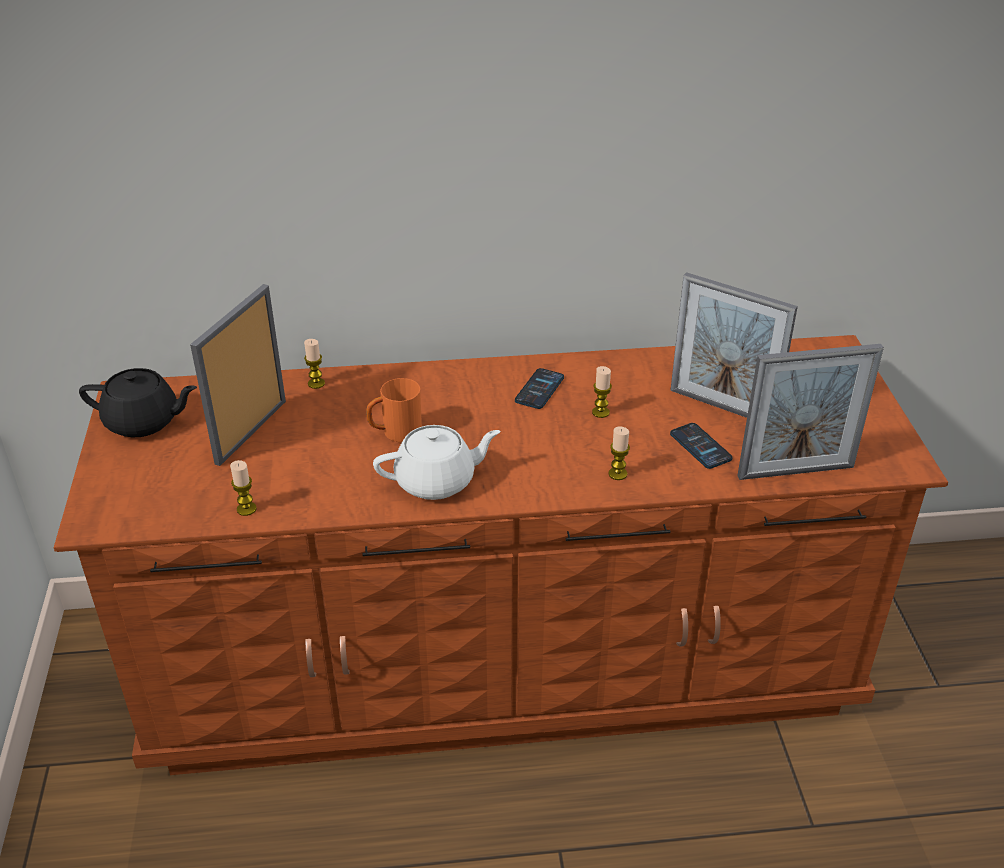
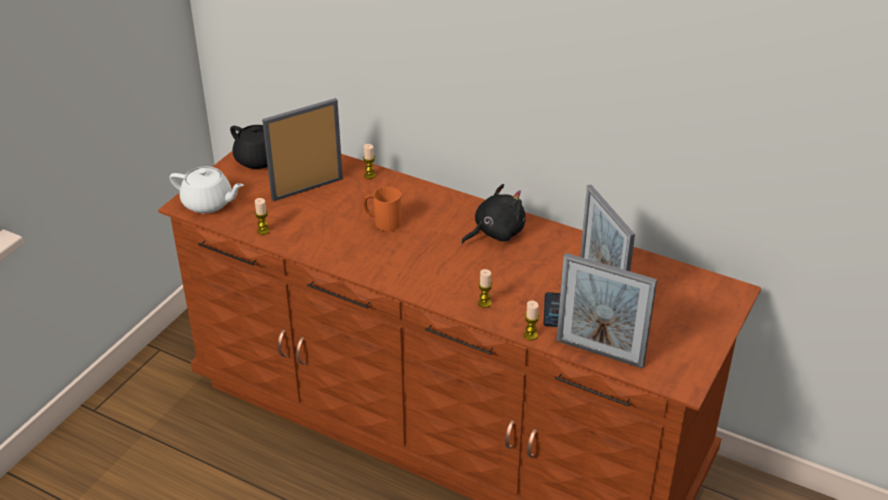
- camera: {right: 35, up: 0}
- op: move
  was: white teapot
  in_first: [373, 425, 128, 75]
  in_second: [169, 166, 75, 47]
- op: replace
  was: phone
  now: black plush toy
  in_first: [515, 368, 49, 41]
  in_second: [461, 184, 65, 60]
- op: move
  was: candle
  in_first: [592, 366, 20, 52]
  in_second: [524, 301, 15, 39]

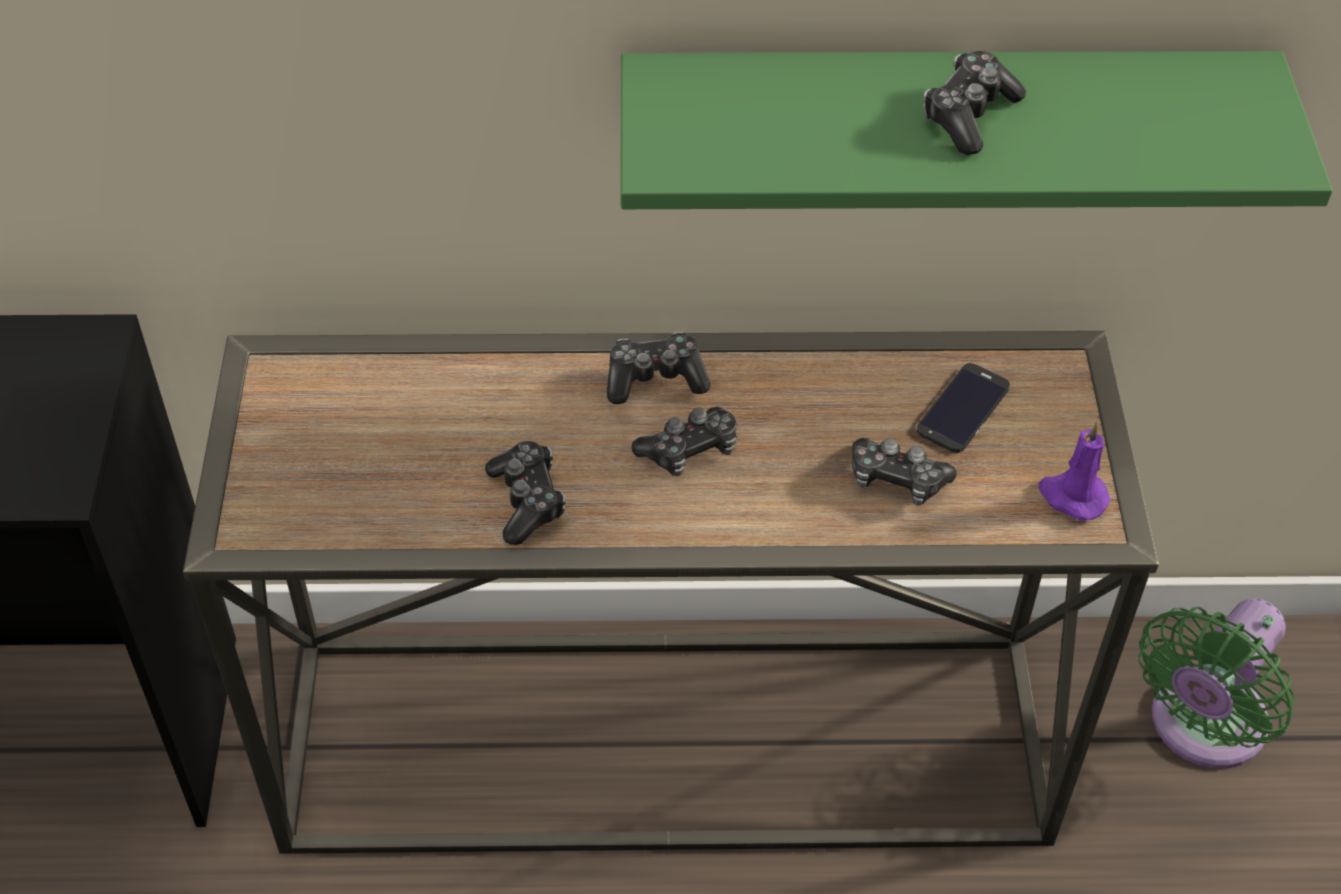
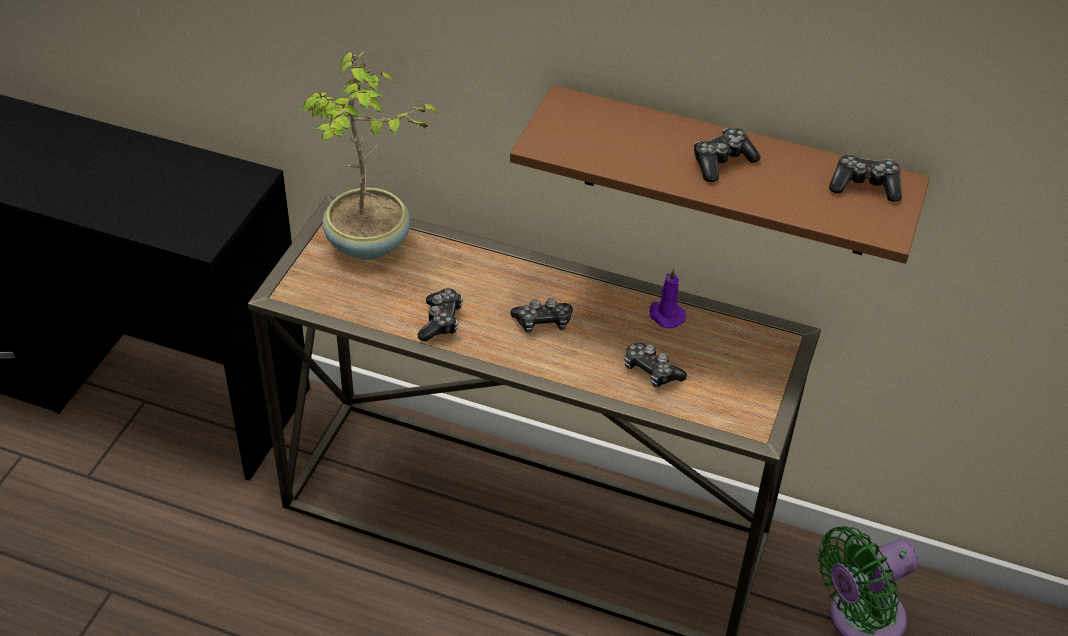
- camera: {right: 20, up: -5}
- op: move
  was: game controller
  in_first: [607, 332, 104, 72]
  in_second: [829, 154, 73, 48]
- op: recolor
  was: green shelf
  now: brown shelf
  in_first: [620, 51, 713, 158]
  in_second: [510, 85, 420, 179]
- op: delete
  was: phone
  in_first: [917, 363, 93, 90]
- op: move
  was: purple candle
  in_first: [1039, 422, 71, 99]
  in_second: [649, 267, 37, 61]
- op: insert
  now: potted plant
  in_second: [301, 52, 138, 208]

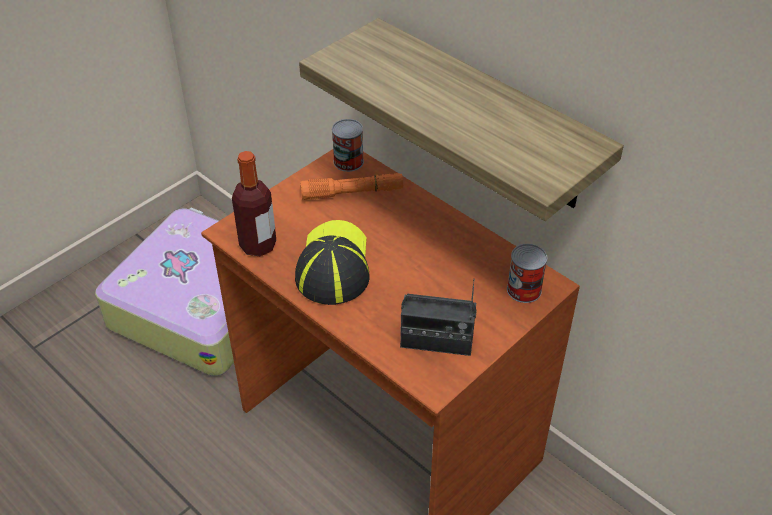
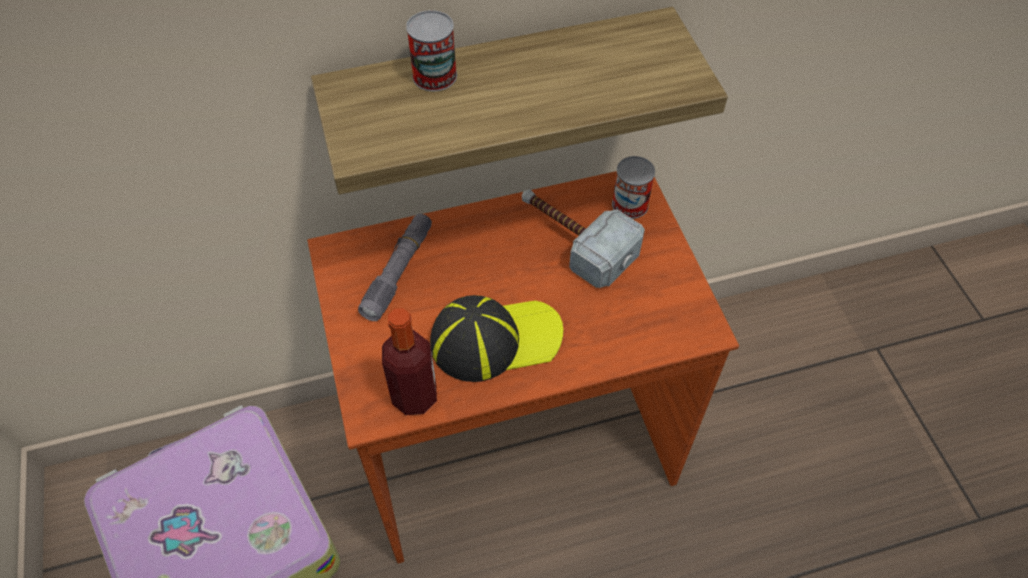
- camera: {right: -60, up: 10}
- op: rotate
  was: cap
  in_first: [295, 220, 75, 85]
  in_second: [430, 295, 134, 87]
  clockwise: 135
- op: recolor
  was: orange flashlight
  now: grey flashlight
  in_first: [300, 173, 103, 27]
  in_second: [358, 214, 74, 107]
- op: move
  was: can
  in_first: [332, 119, 32, 53]
  in_second: [406, 10, 51, 81]
- op: delete
  was: radio
  in_first: [400, 279, 77, 77]
- op: insert
  now: hammer
  in_second: [522, 190, 123, 98]

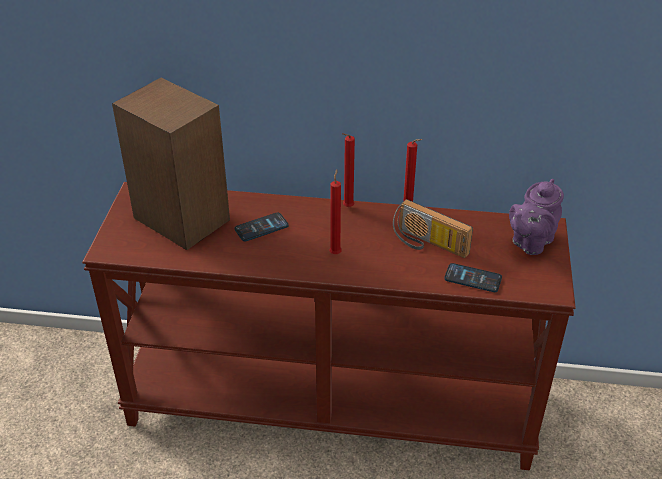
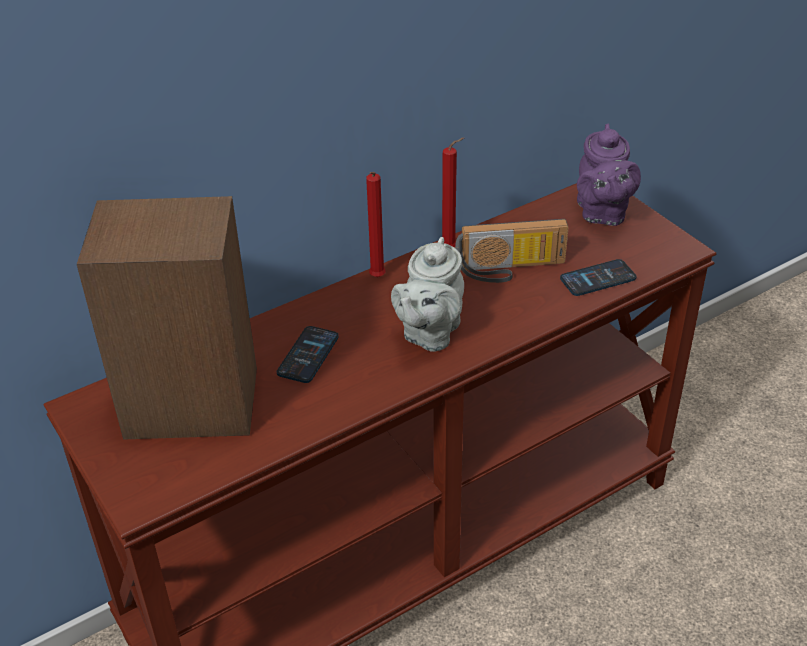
- camera: {right: -40, up: 0}
- op: replace
  was: red candle
  now: grey teapot
  in_first: [329, 169, 13, 85]
  in_second: [391, 237, 73, 115]

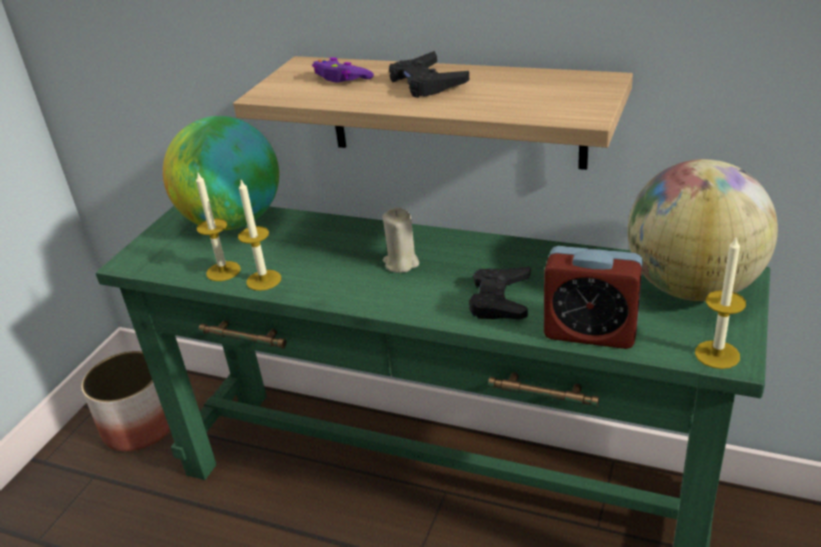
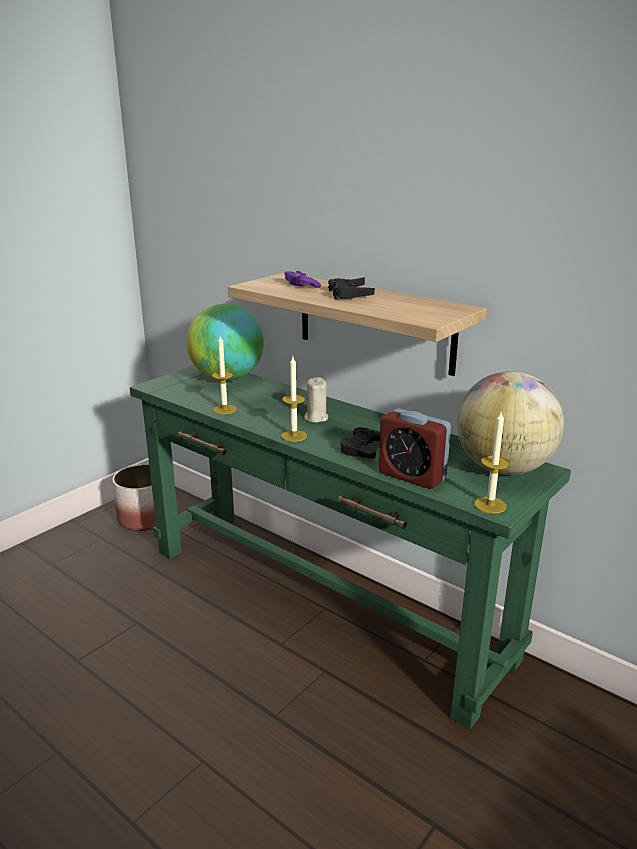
- camera: {right: 15, up: -10}
- op: move
  was: candle
  in_first: [196, 171, 45, 110]
  in_second: [281, 357, 26, 85]

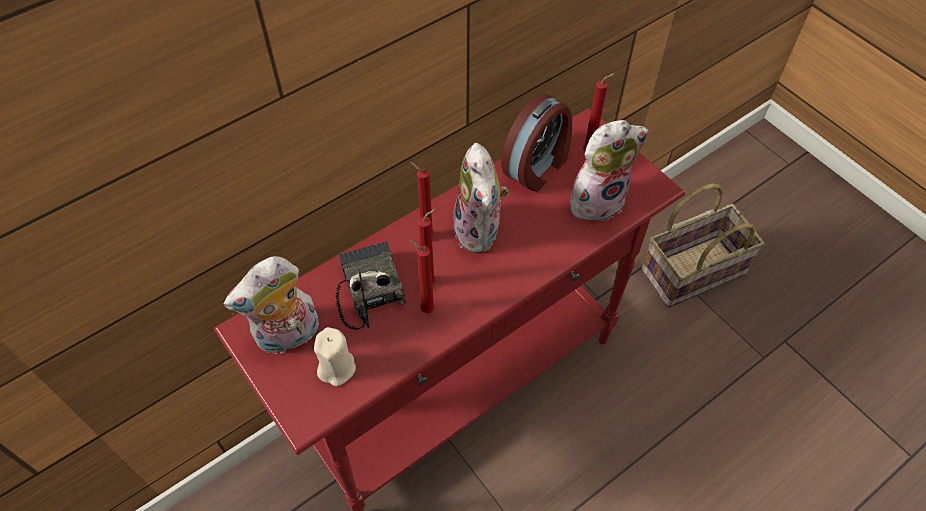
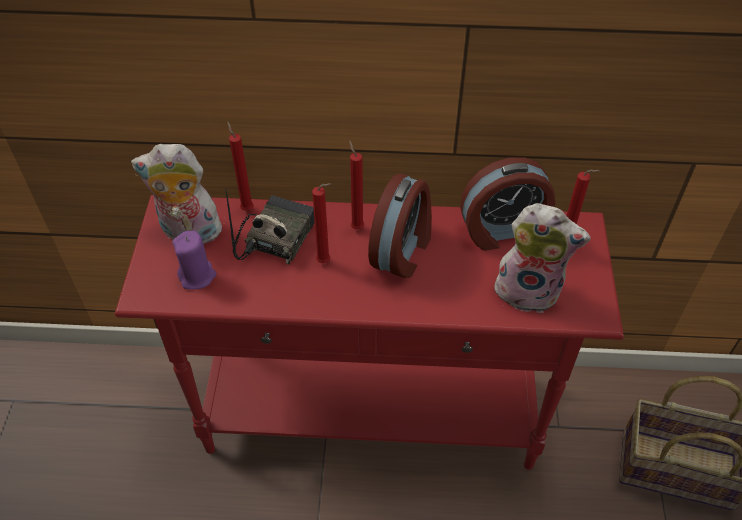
- camera: {right: 40, up: -5}
- op: recolor
  was: beige candle
  now: purple candle
  in_first: [314, 327, 42, 59]
  in_second: [173, 231, 43, 59]
- op: move
  was: red candle
  in_first: [410, 240, 25, 73]
  in_second: [227, 122, 27, 89]
- op: replace
  was: plush toy
  now: alarm clock
  in_first: [451, 143, 58, 110]
  in_second: [368, 173, 64, 105]

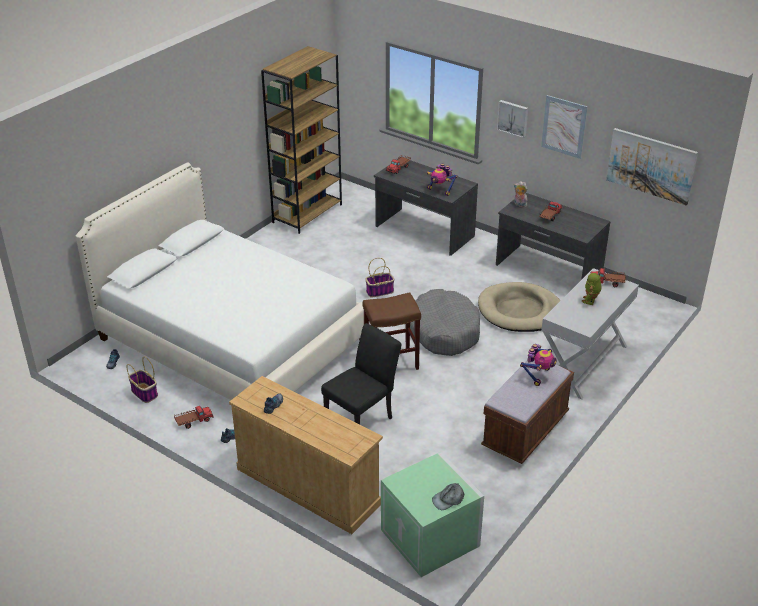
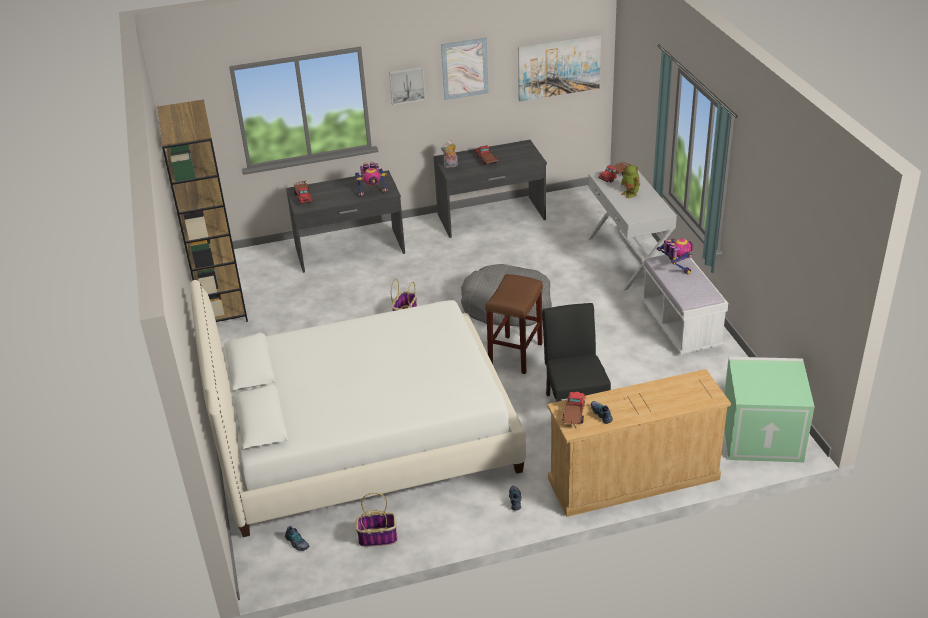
- camera: {right: -50, up: 0}
- op: move
  was: toy truck
  in_first: [174, 406, 40, 23]
  in_second: [562, 392, 23, 32]
- op: delete
  was: grey cap
  in_first: [432, 483, 32, 27]
- op: delete
  was: beige dog bed
  in_first: [478, 282, 82, 50]
- op: recolor
  was: brown bench
  now: white bench
  in_first: [481, 360, 93, 104]
  in_second: [641, 255, 87, 99]

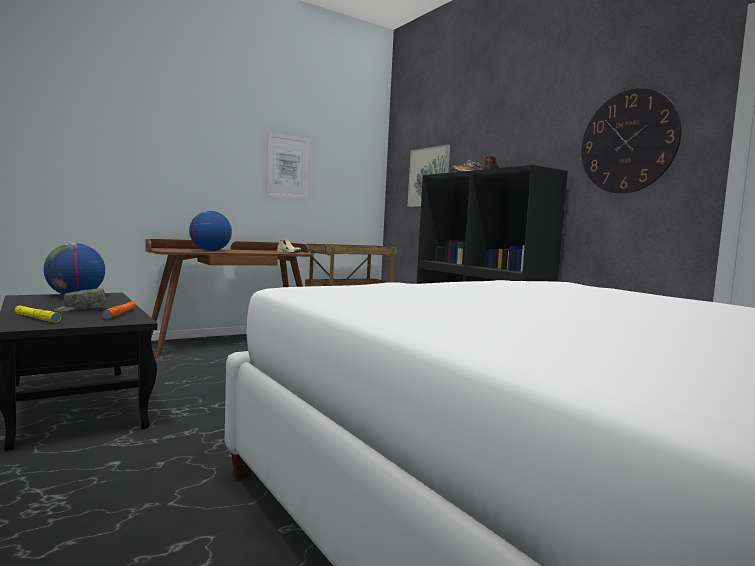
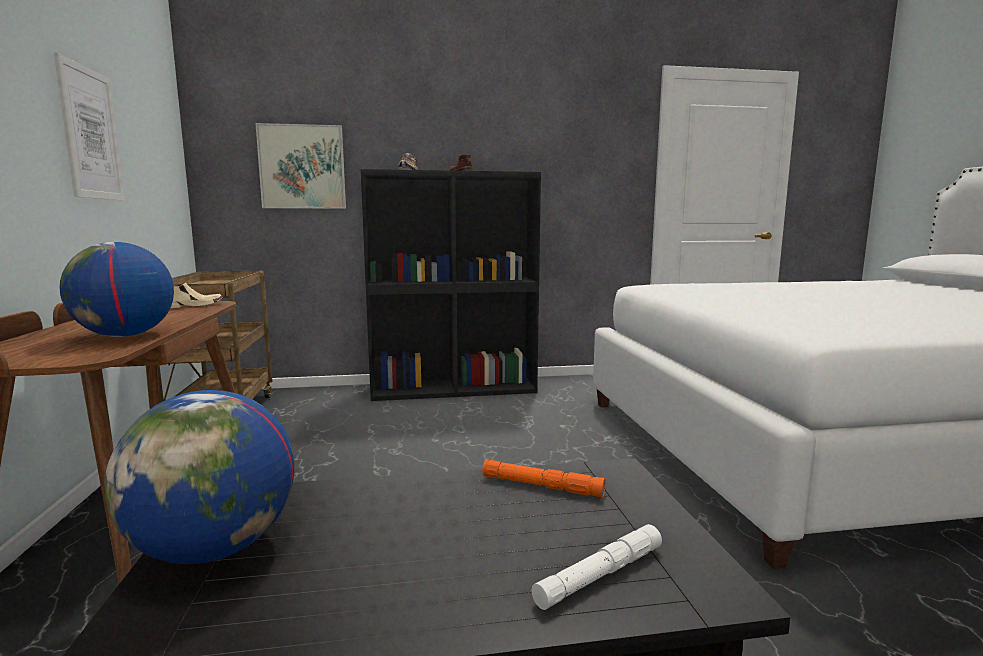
- camera: {right: -65, up: 5}
- op: recolor
  was: yellow flashlight
  now: white flashlight
  in_first: [15, 306, 46, 17]
  in_second: [532, 524, 130, 86]
- op: delete
  was: grey cap
  in_first: [54, 289, 52, 23]
- op: delete
  was: wall clock
  in_first: [582, 88, 100, 106]

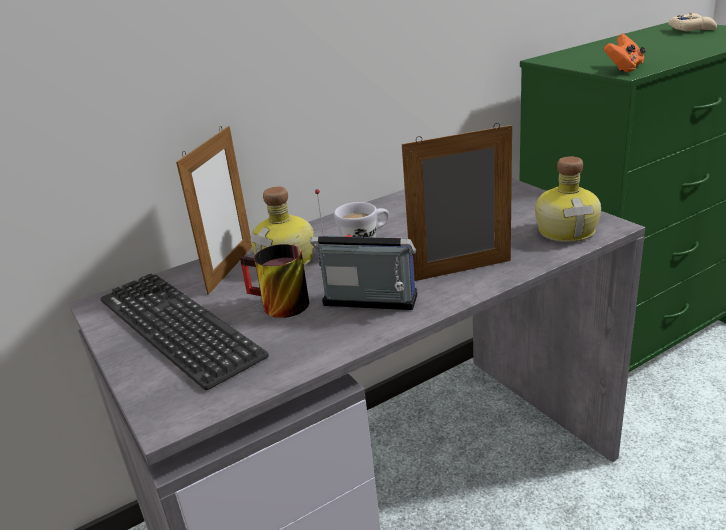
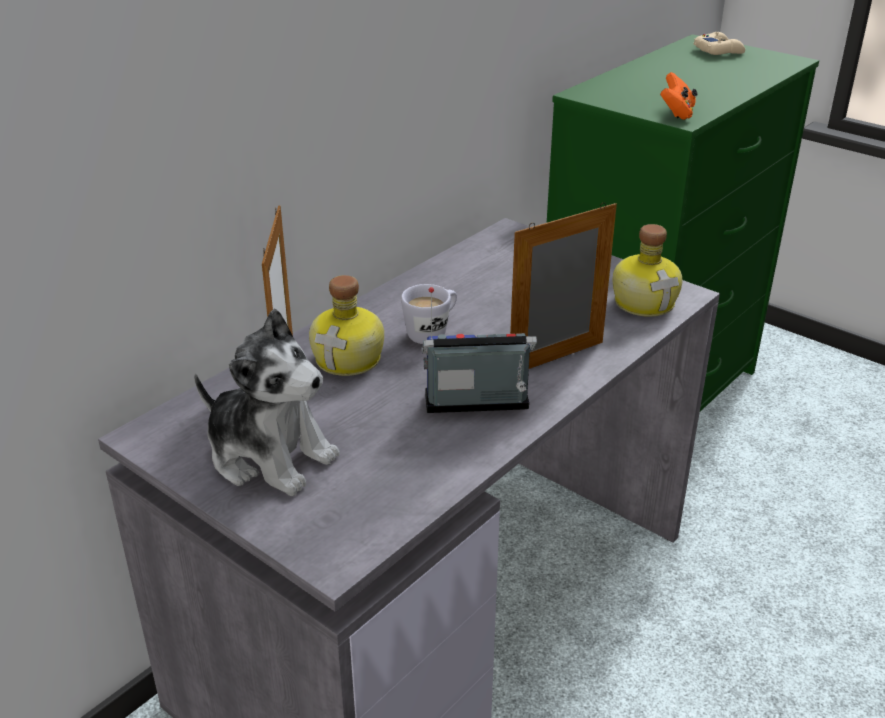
- camera: {right: -20, up: 5}
- op: replace
  was: keyboard
  now: plush toy
  in_first: [101, 274, 168, 116]
  in_second: [194, 308, 146, 188]
- op: delete
  was: mug
  in_first: [240, 244, 69, 74]

